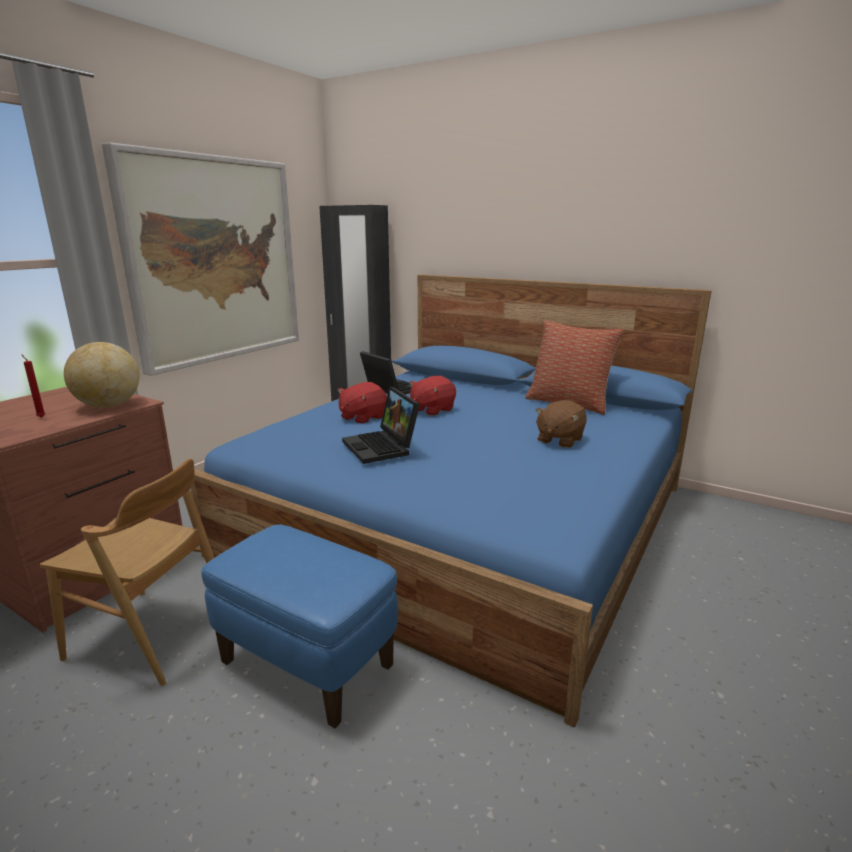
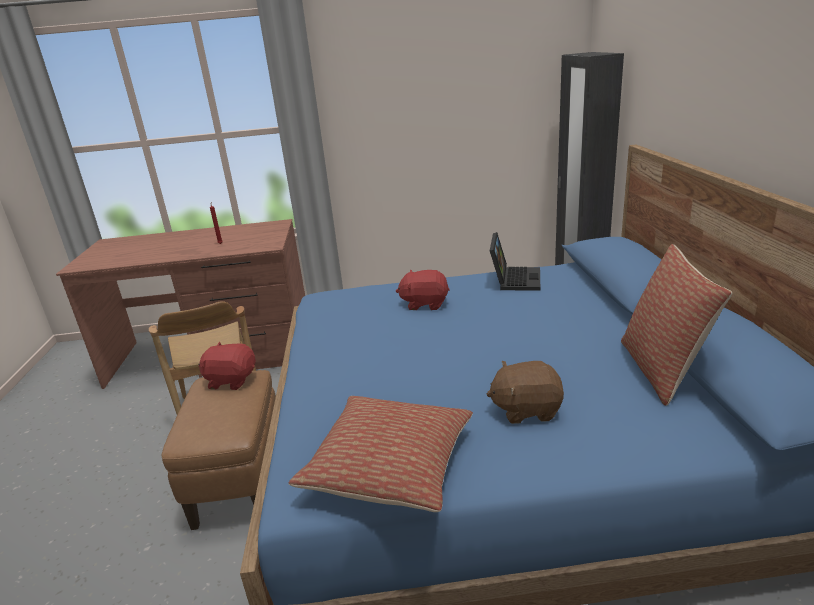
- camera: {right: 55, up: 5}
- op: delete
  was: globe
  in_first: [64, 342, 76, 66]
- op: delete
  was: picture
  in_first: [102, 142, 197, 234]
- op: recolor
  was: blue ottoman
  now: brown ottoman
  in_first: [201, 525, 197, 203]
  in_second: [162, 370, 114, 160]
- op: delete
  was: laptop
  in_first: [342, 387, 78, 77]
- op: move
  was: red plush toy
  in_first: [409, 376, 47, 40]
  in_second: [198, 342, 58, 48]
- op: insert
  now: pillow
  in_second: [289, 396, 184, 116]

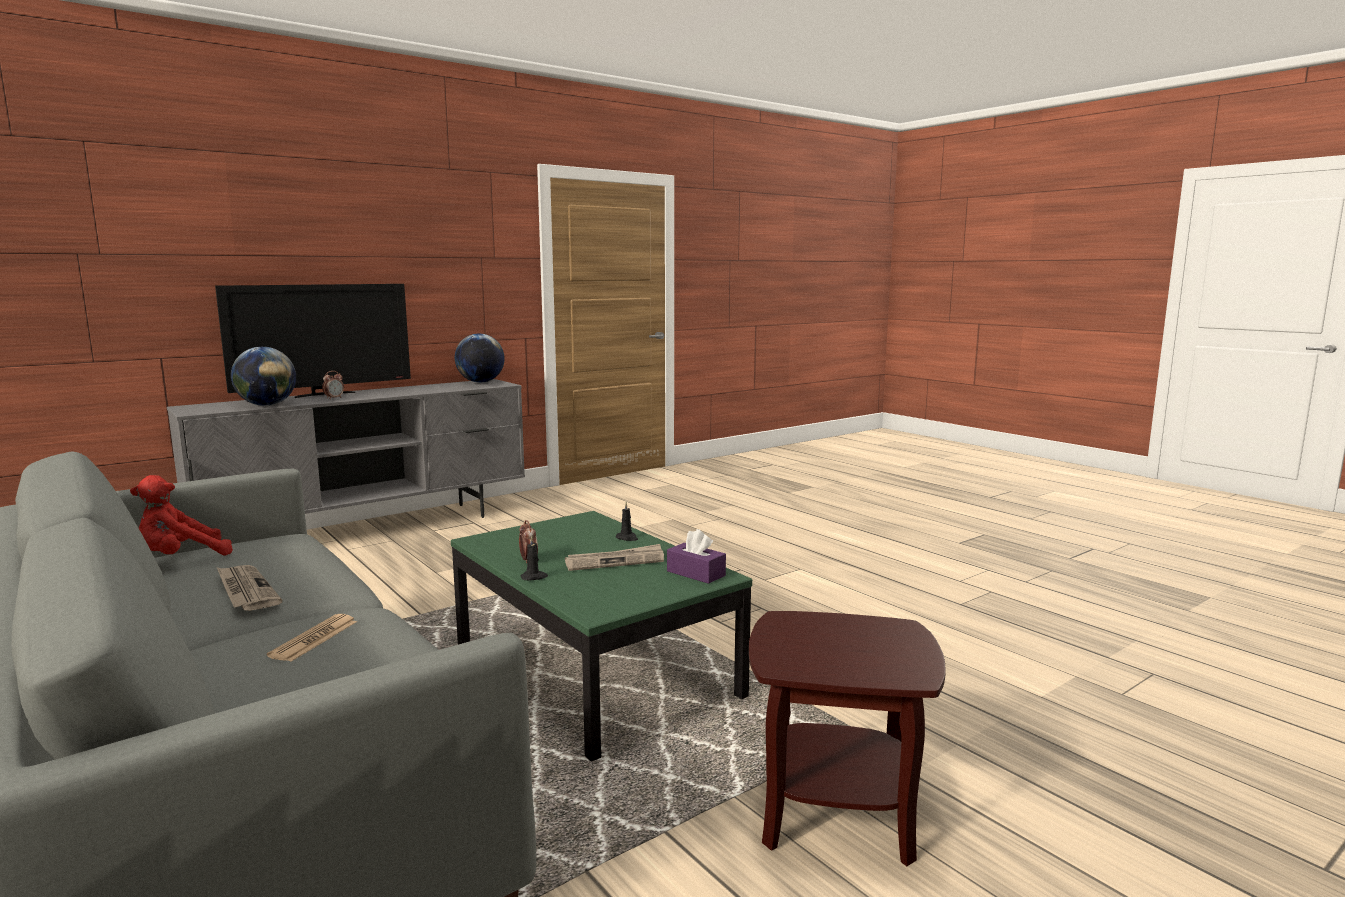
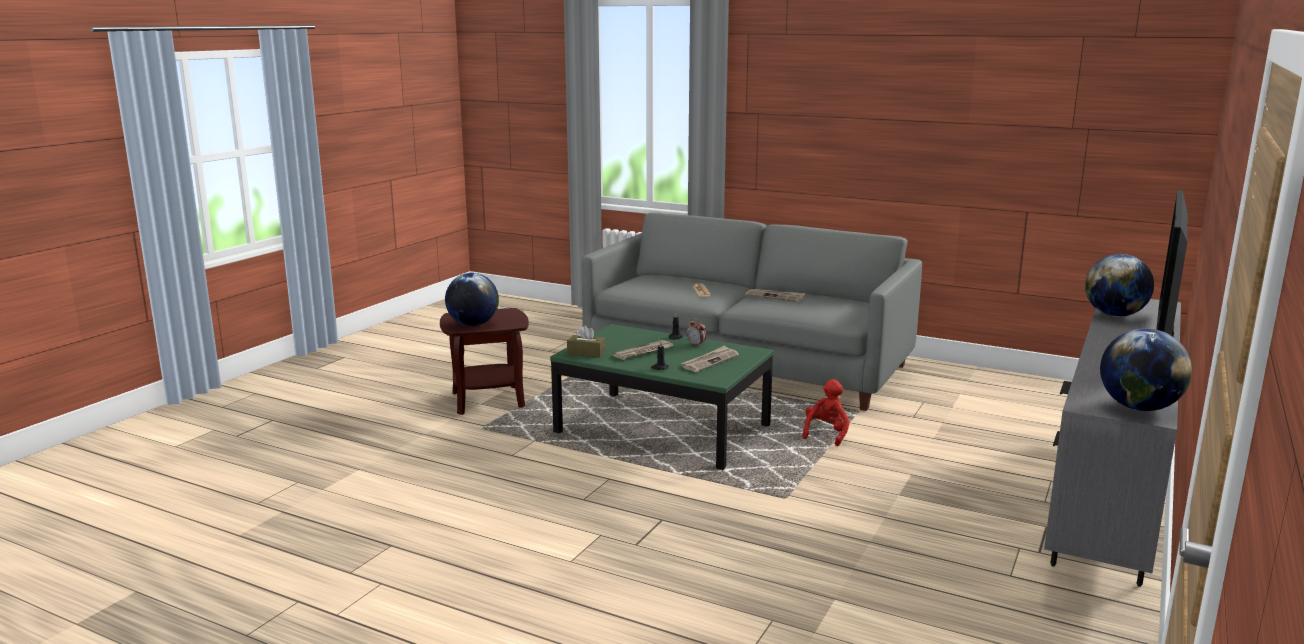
- camera: {right: 155, up: 5}
- op: move
  was: red plush toy
  in_first: [130, 475, 103, 80]
  in_second: [802, 379, 48, 67]
- op: delete
  was: alarm clock
  in_first: [322, 371, 22, 27]
- op: recolor
  was: purple tissue box
  now: brown tissue box
  in_first: [667, 529, 59, 55]
  in_second: [567, 325, 38, 32]
- op: insert
  now: globe
  in_second: [445, 273, 54, 53]
- op: insert
  now: newspaper
  in_second: [681, 345, 58, 27]

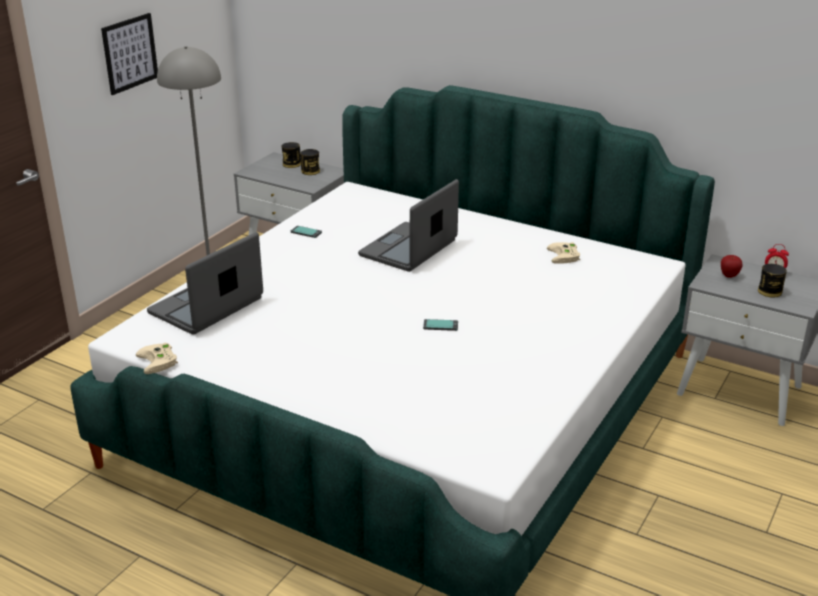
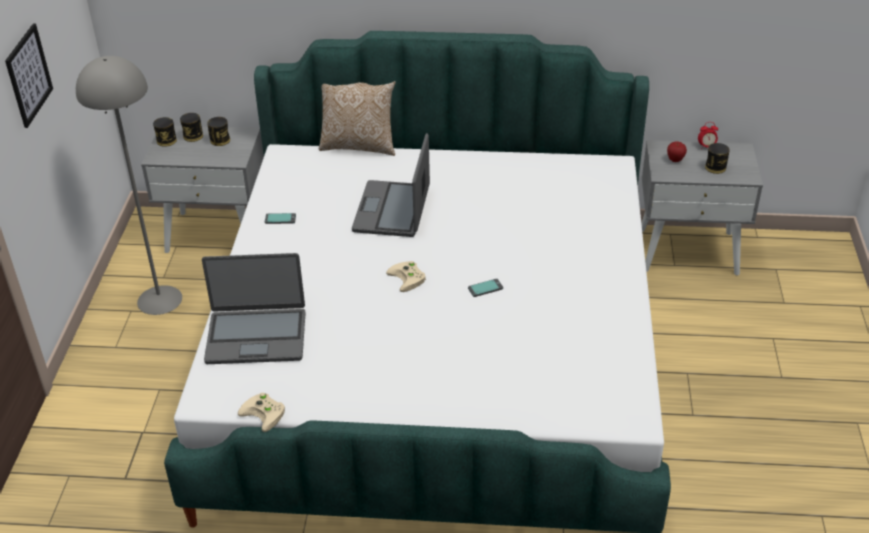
- camera: {right: -25, up: 10}
- op: rotate
  was: laptop
  in_first: [147, 232, 116, 103]
  in_second: [202, 253, 104, 111]
  clockwise: -105
- op: move
  was: beige game controller
  in_first: [547, 242, 33, 22]
  in_second: [386, 261, 40, 31]
- op: insert
  now: can
  in_second: [153, 117, 24, 30]
- op: insert
  now: pillow
  in_second: [318, 81, 78, 75]

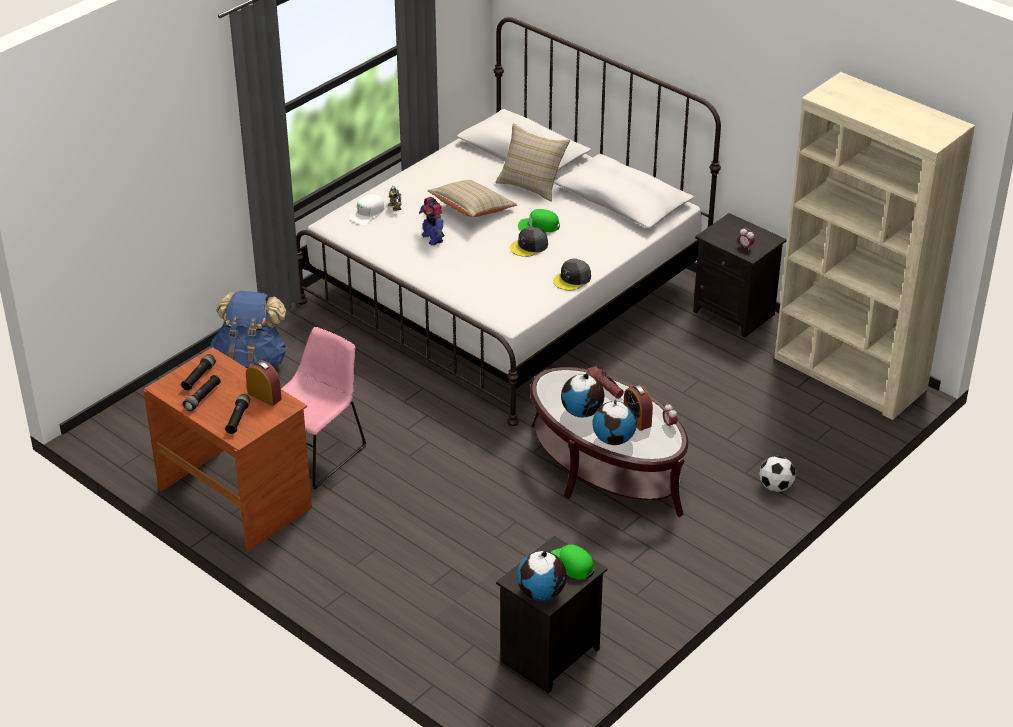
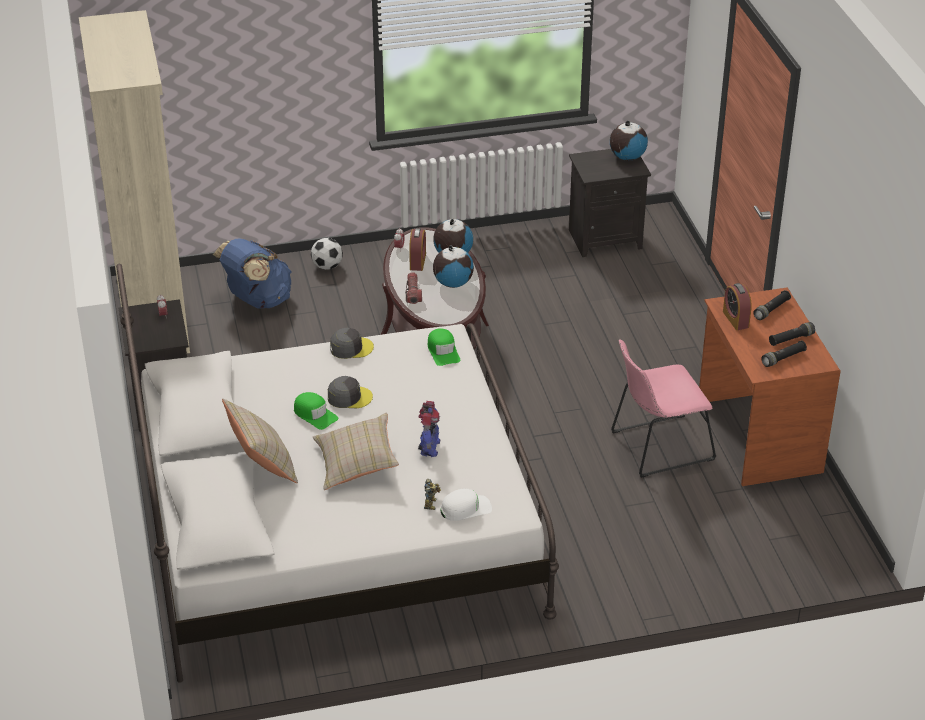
- camera: {right: -145, up: 0}
- op: move
  was: blue backpack
  in_first: [211, 291, 76, 77]
  in_second: [213, 239, 79, 69]
- op: move
  was: green cap
  in_first: [551, 544, 43, 36]
  in_second: [428, 328, 32, 38]

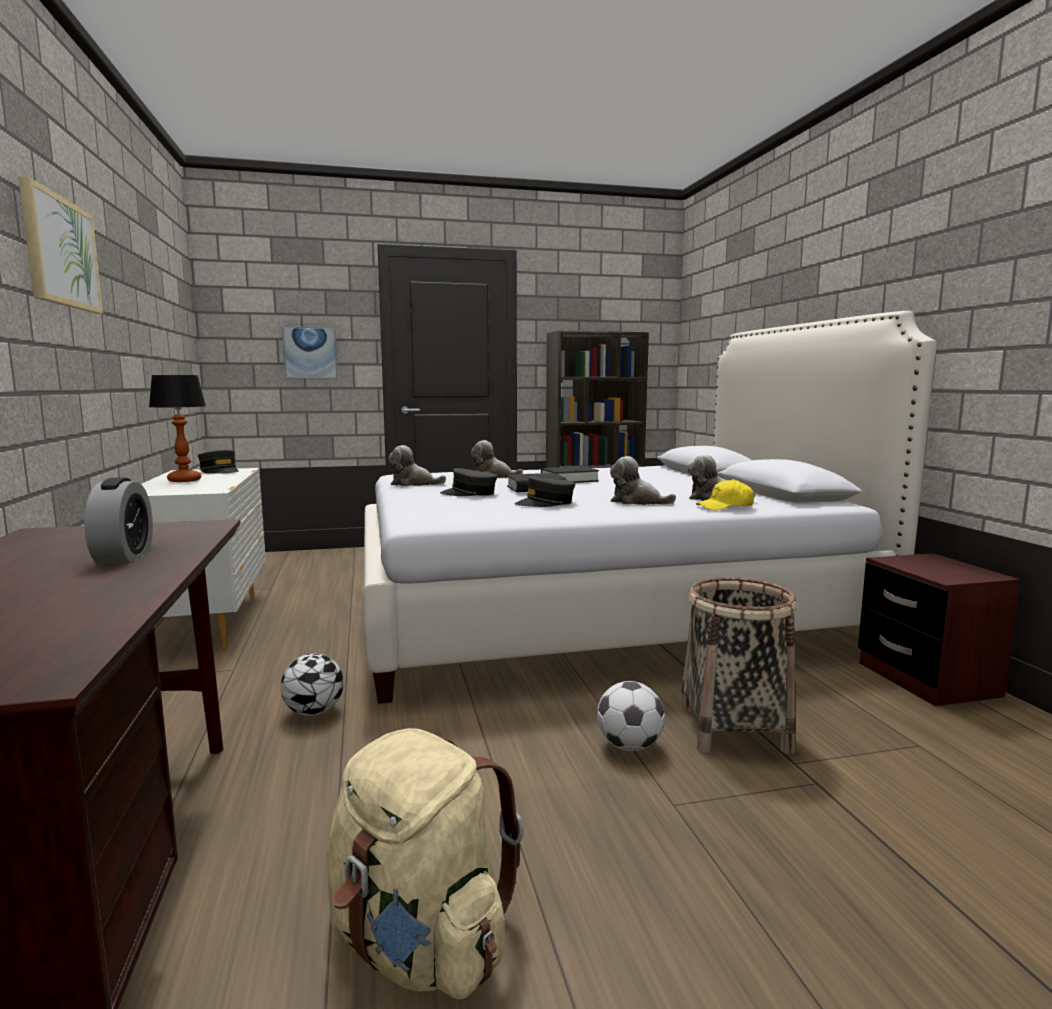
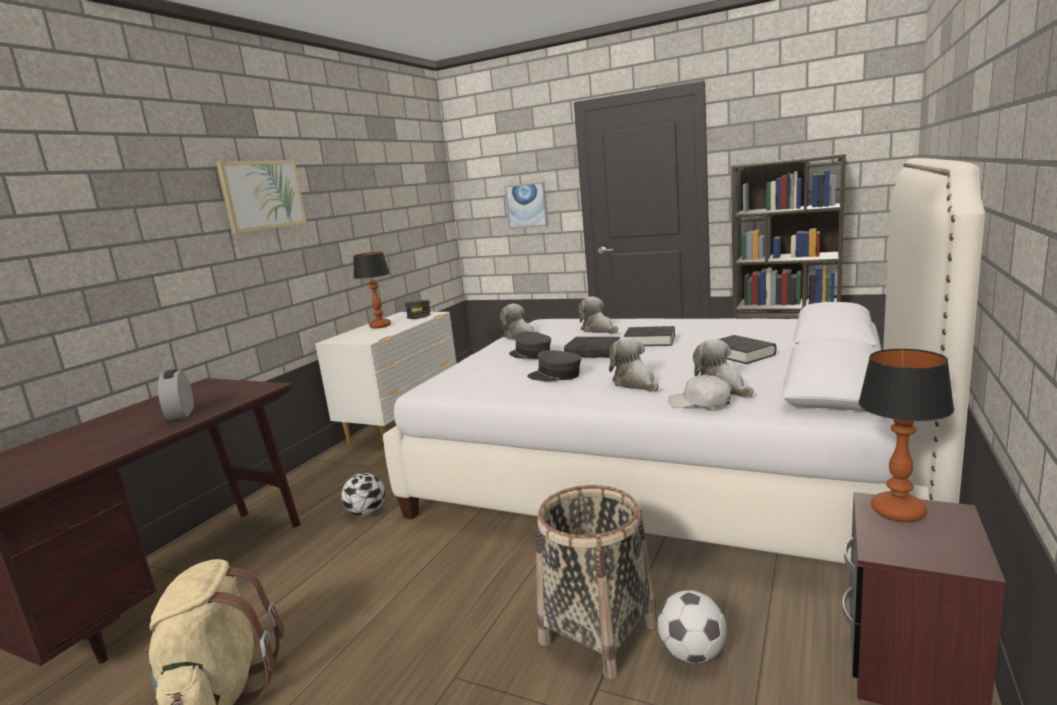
- camera: {right: 40, up: 5}
- op: rotate
  was: alarm clock
  in_first: [84, 477, 69, 87]
  in_second: [158, 369, 36, 52]
  clockwise: 135
- op: move
  was: football
  in_first: [597, 681, 68, 70]
  in_second: [658, 590, 69, 73]
- op: recolor
  was: yellow cap
  now: white cap
  in_first: [696, 479, 58, 31]
  in_second: [668, 375, 63, 33]
- op: insert
  now: black book
  in_second: [718, 335, 58, 29]
- op: insert
  now: table lamp
  in_second: [858, 349, 96, 173]

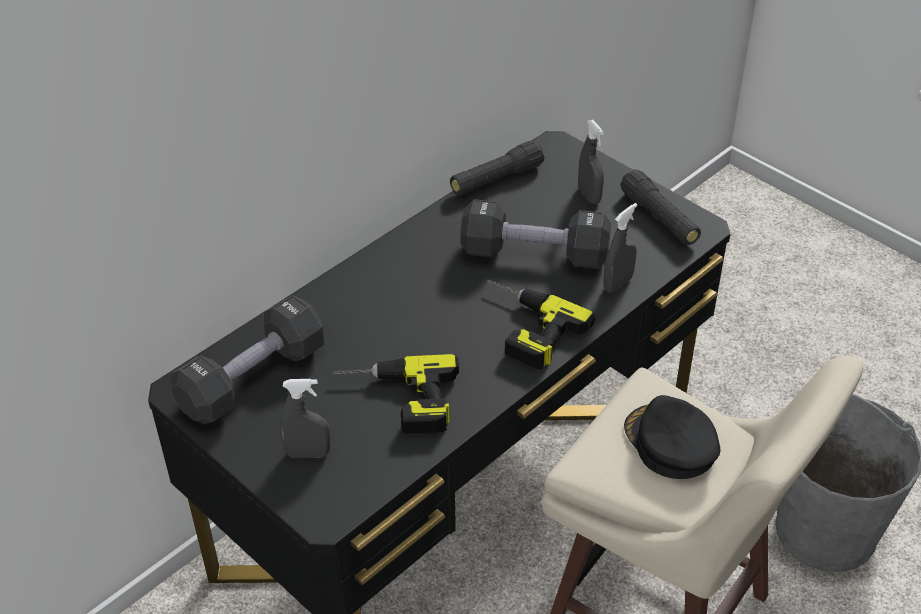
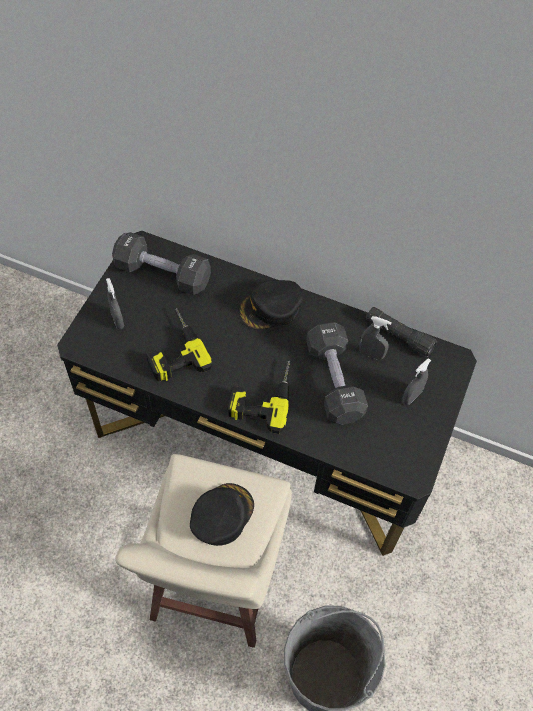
- camera: {right: 65, up: 15}
- op: move
  was: grey spray bottle
  in_first: [603, 203, 35, 90]
  in_second: [359, 316, 33, 44]
- op: delete
  was: black flashlight
  in_first: [620, 169, 81, 76]
- op: insert
  now: black cap
  in_second: [238, 280, 66, 50]

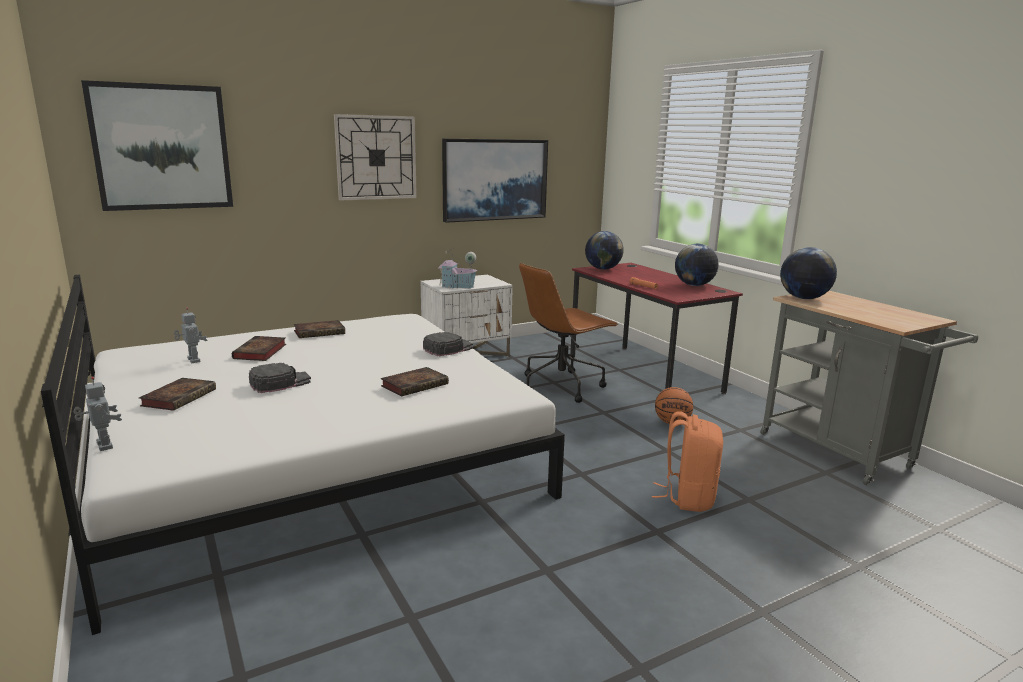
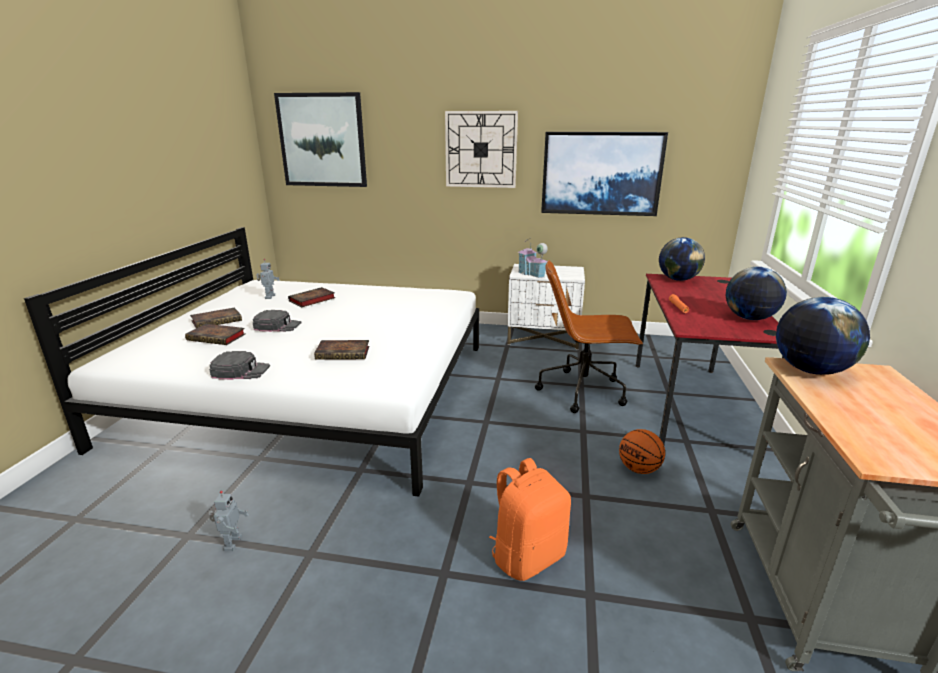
- camera: {right: 40, up: 5}
- op: move
  was: toy robot
  in_first: [74, 376, 48, 75]
  in_second: [208, 491, 41, 60]
- op: move
  was: book
  in_first: [294, 320, 51, 18]
  in_second: [185, 324, 60, 21]
- op: move
  was: black cap
  in_first: [423, 332, 51, 24]
  in_second: [209, 351, 61, 29]

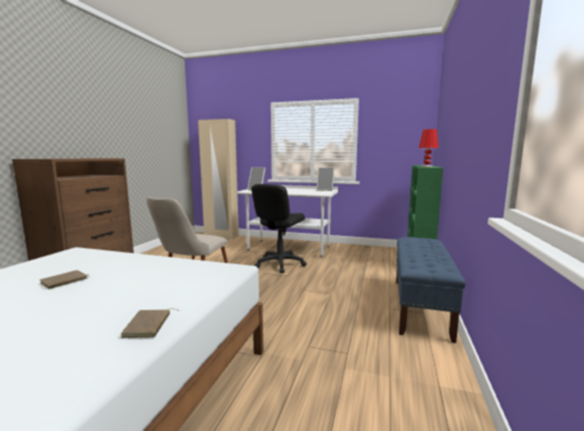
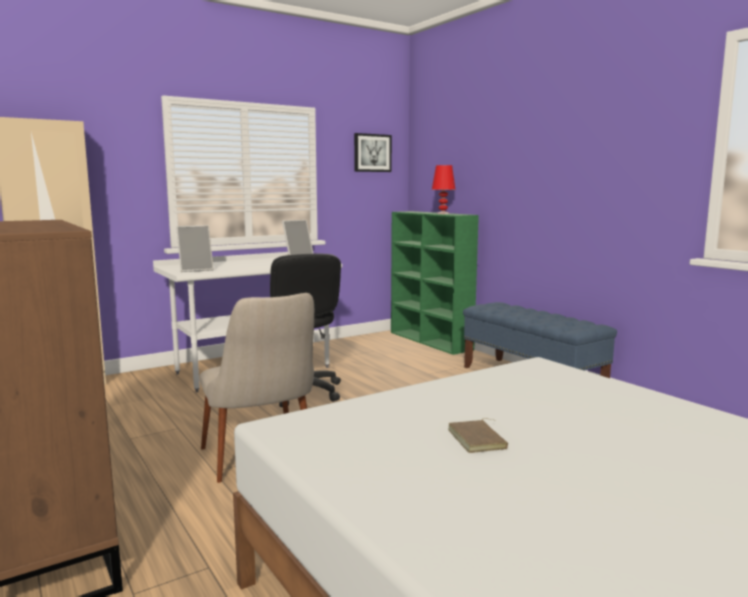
- camera: {right: -50, up: 0}
- op: delete
  was: brown book
  in_first: [121, 308, 58, 30]
- op: insert
  now: picture
  in_second: [354, 133, 38, 39]

